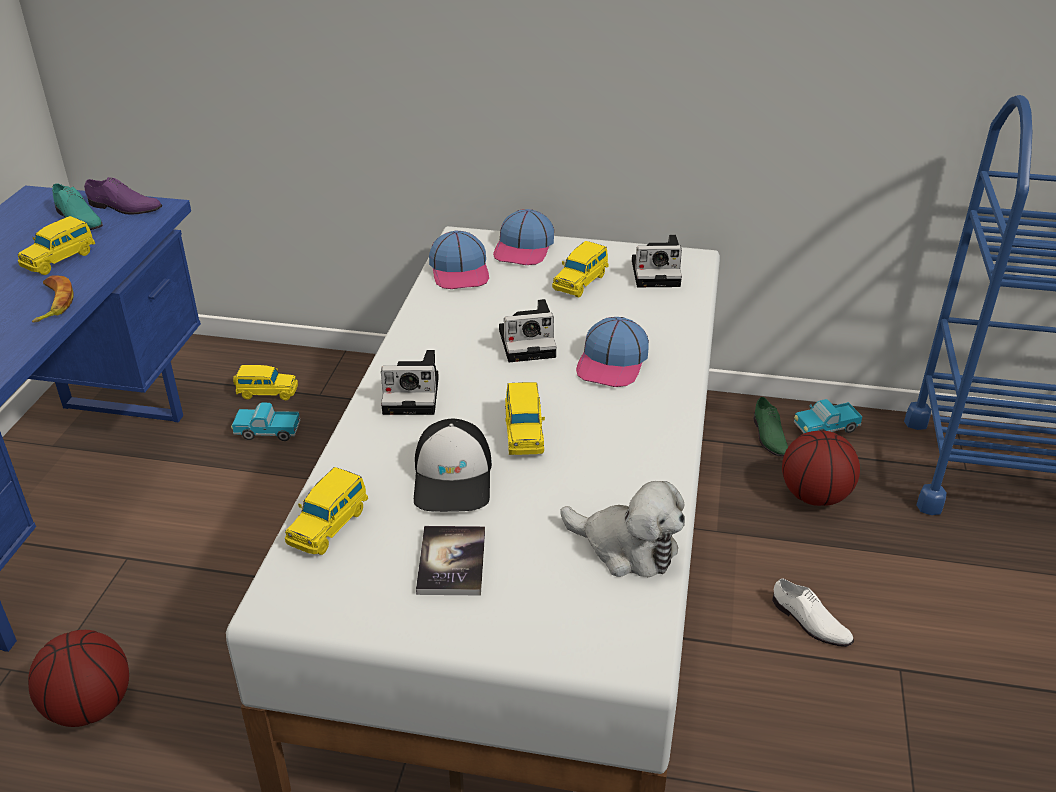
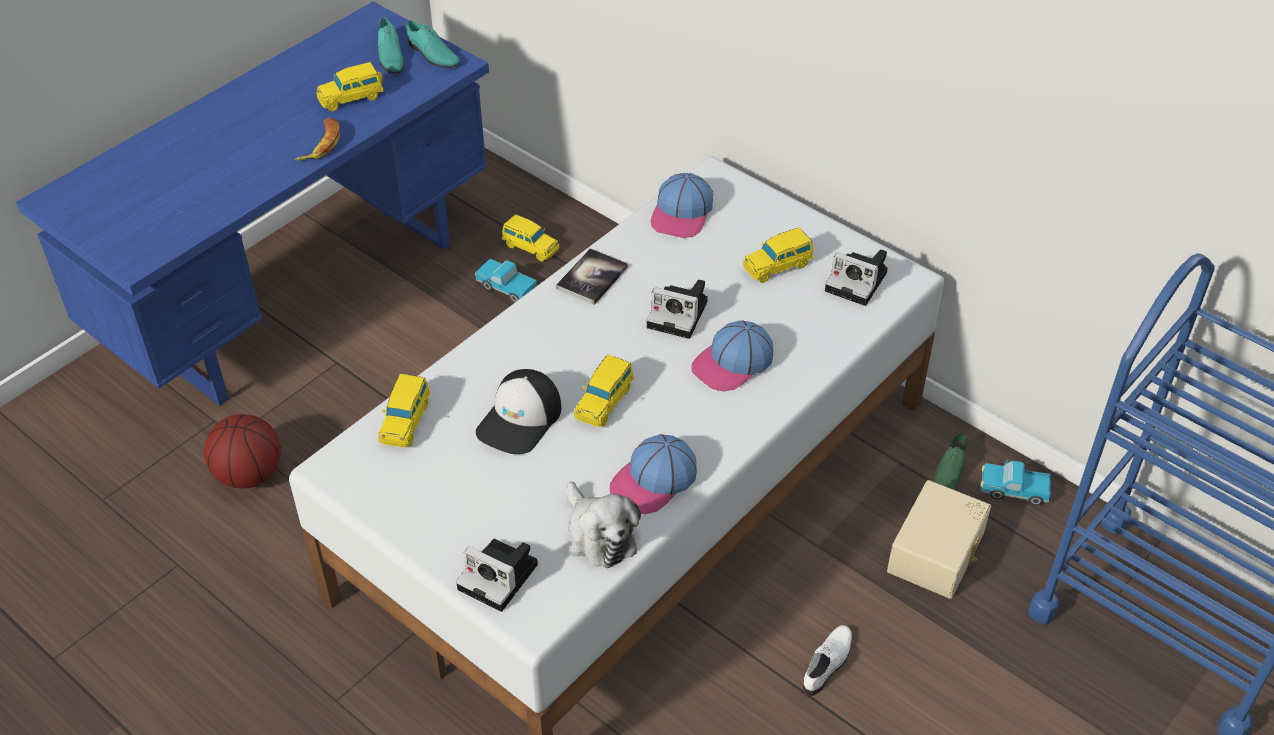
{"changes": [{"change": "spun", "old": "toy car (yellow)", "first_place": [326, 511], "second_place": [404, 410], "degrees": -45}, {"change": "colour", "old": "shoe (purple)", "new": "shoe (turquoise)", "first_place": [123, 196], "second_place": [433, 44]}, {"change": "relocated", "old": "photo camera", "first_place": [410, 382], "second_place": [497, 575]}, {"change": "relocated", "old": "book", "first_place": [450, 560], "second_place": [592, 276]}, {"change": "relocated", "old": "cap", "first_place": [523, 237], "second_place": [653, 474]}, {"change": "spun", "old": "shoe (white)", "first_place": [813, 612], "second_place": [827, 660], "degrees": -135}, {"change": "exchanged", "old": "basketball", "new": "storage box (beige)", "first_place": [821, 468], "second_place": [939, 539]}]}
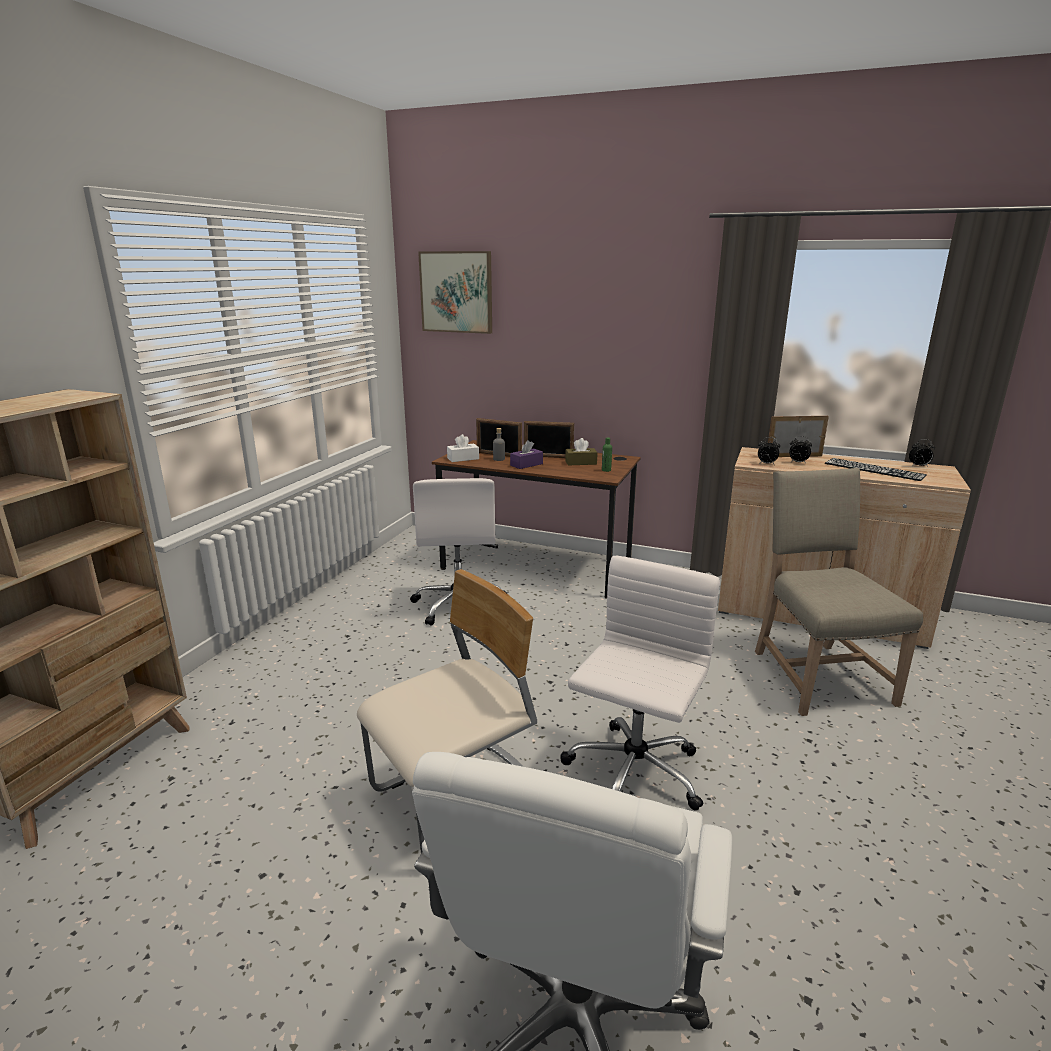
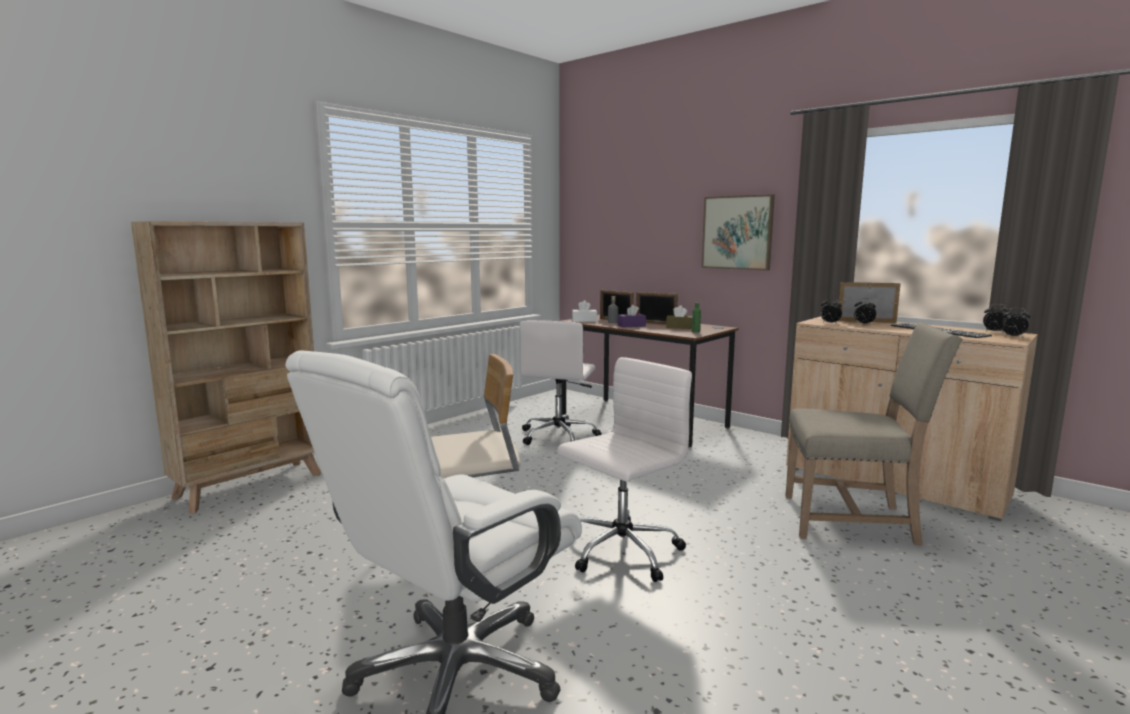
{"changes": [{"change": "relocated", "old": "picture", "first_place": [455, 292], "second_place": [738, 232]}, {"change": "spun", "old": "chair (beige)", "first_place": [839, 592], "second_place": [874, 434], "degrees": 90}, {"change": "appeared", "new": "alarm clock", "second_place": [1016, 322]}]}
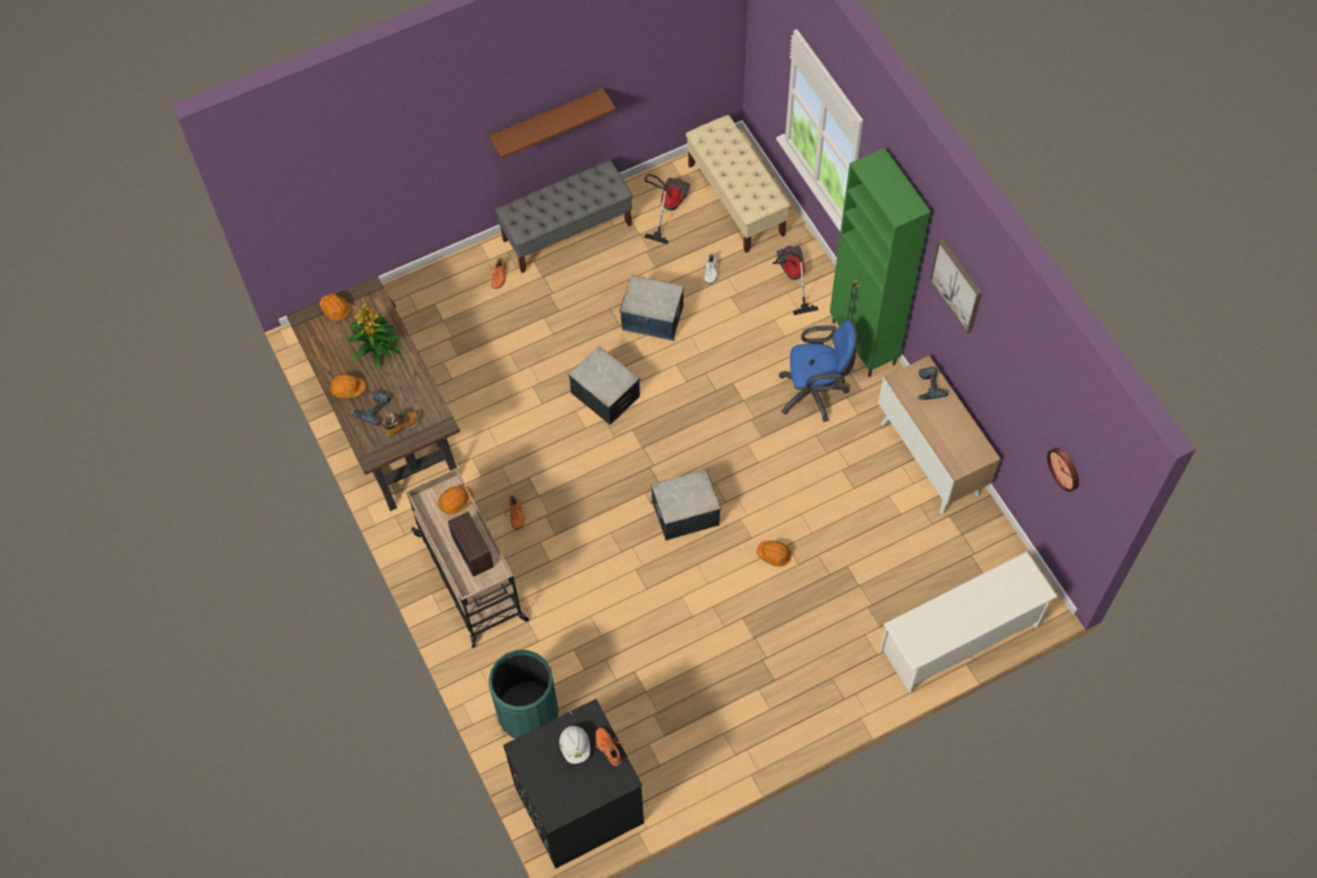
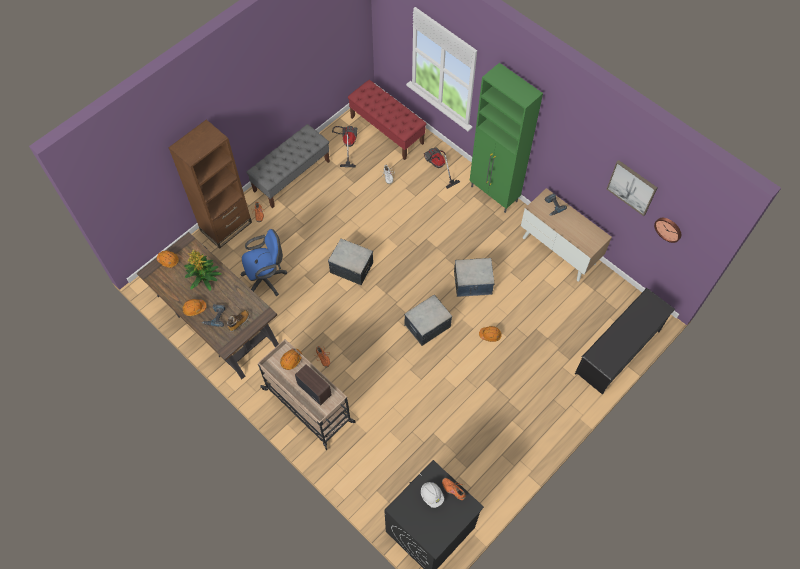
{"changes": [{"change": "appeared", "new": "bookcase (brown)", "second_place": [210, 184]}, {"change": "relocated", "old": "office chair (blue)", "first_place": [818, 371], "second_place": [263, 262]}, {"change": "colour", "old": "bench (beige)", "new": "bench (red)", "first_place": [738, 184], "second_place": [387, 120]}, {"change": "relocated", "old": "storage box", "first_place": [652, 308], "second_place": [474, 277]}, {"change": "colour", "old": "shoe rack (white)", "new": "shoe rack (black)", "first_place": [969, 622], "second_place": [625, 341]}, {"change": "relocated", "old": "picture", "first_place": [955, 286], "second_place": [632, 188]}, {"change": "missing", "old": "trash can (green)", "first_place": [523, 694]}, {"change": "missing", "old": "shelf (brown)", "first_place": [552, 123]}]}
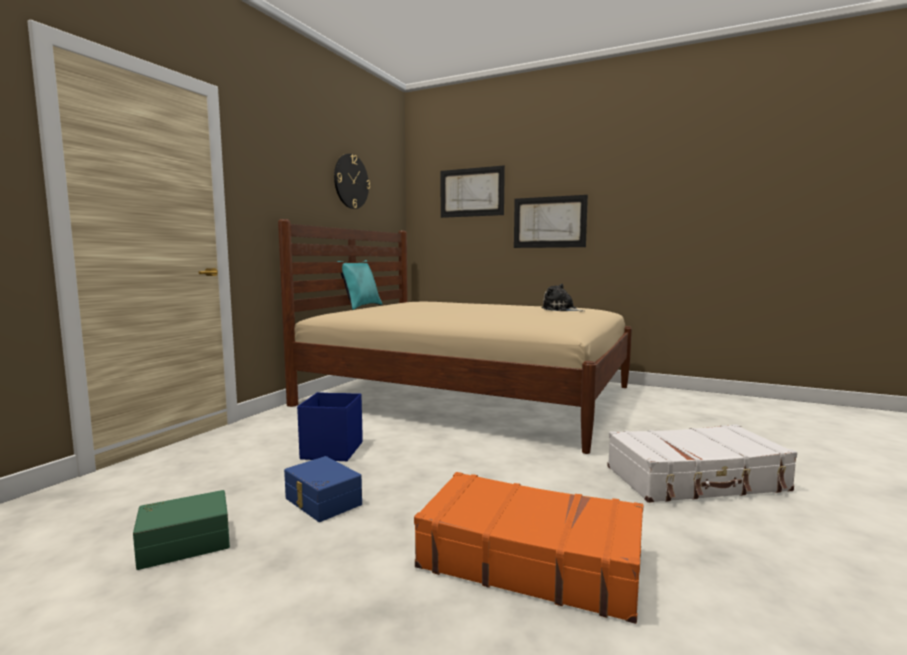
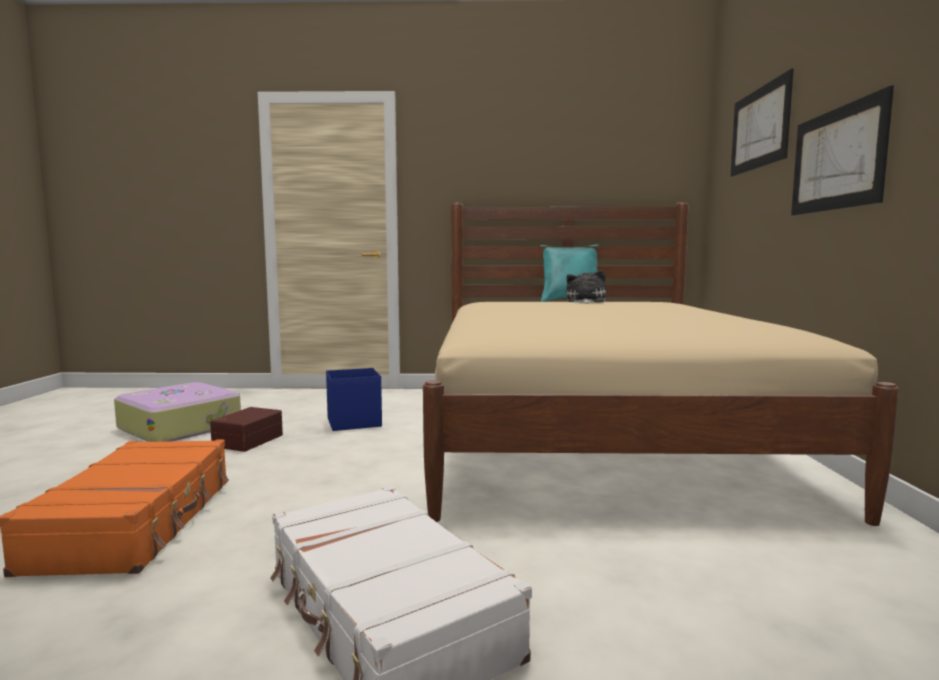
{"changes": [{"change": "exchanged", "old": "storage box (green)", "new": "suitcase", "first_place": [181, 530], "second_place": [177, 412]}, {"change": "colour", "old": "storage box (blue)", "new": "storage box (brown)", "first_place": [323, 489], "second_place": [246, 429]}, {"change": "relocated", "old": "plush toy", "first_place": [562, 297], "second_place": [586, 287]}, {"change": "missing", "old": "wall clock", "first_place": [352, 181]}]}
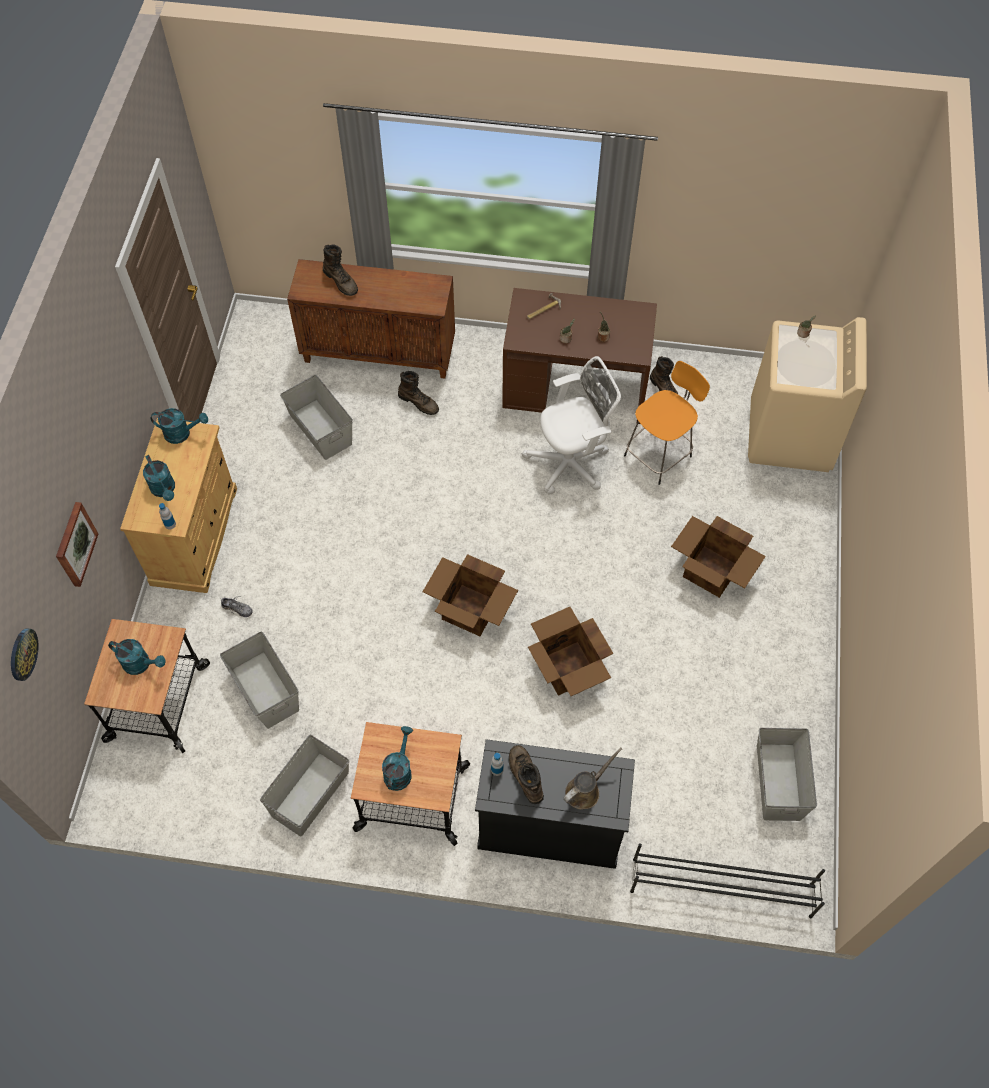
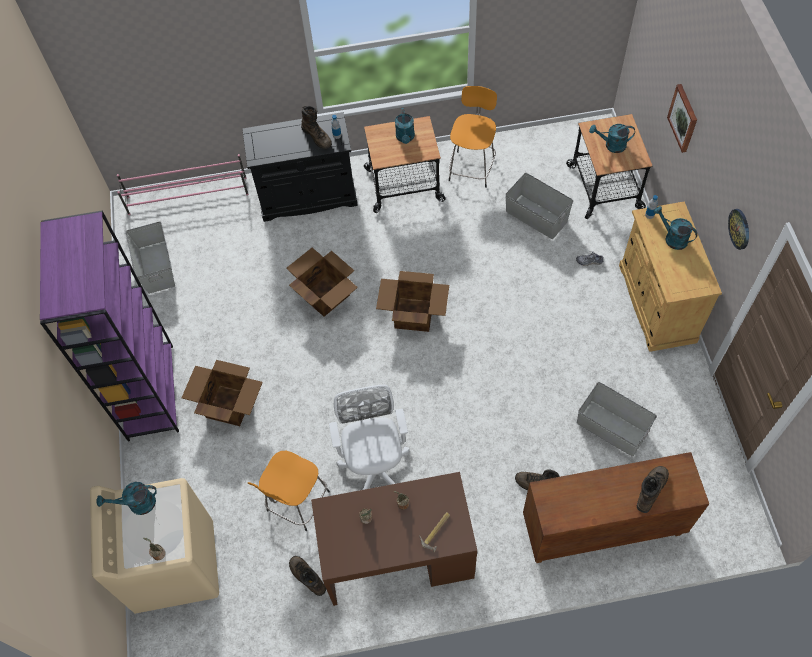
{"changes": [{"change": "appeared", "new": "bookcase (purple)", "second_place": [109, 325]}, {"change": "relocated", "old": "watering can (turquoise)", "first_place": [179, 426], "second_place": [127, 498]}, {"change": "colour", "old": "shoe rack (black)", "new": "shoe rack (pink)", "first_place": [727, 880], "second_place": [183, 184]}, {"change": "spun", "old": "office chair (white)", "first_place": [571, 425], "second_place": [369, 437], "degrees": 120}, {"change": "exchanged", "old": "storage box (grey)", "new": "stool (orange)", "first_place": [304, 786], "second_place": [473, 137]}, {"change": "spun", "old": "boot (brown)", "first_place": [340, 270], "second_place": [653, 489], "degrees": 90}, {"change": "relocated", "old": "wall clock", "first_place": [25, 654], "second_place": [738, 229]}, {"change": "missing", "old": "watering can (brown)", "first_place": [592, 778]}]}
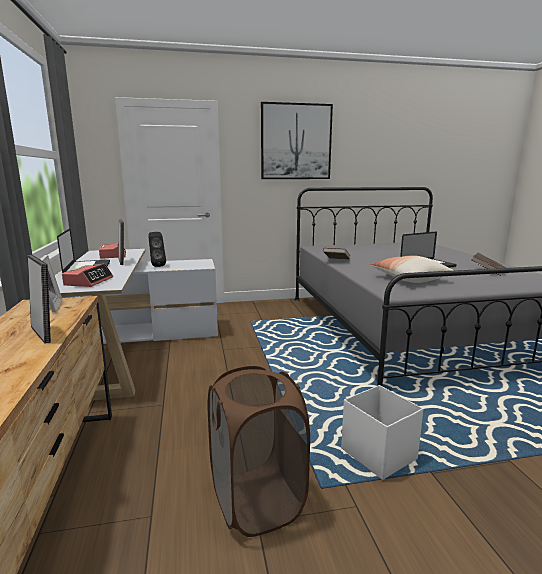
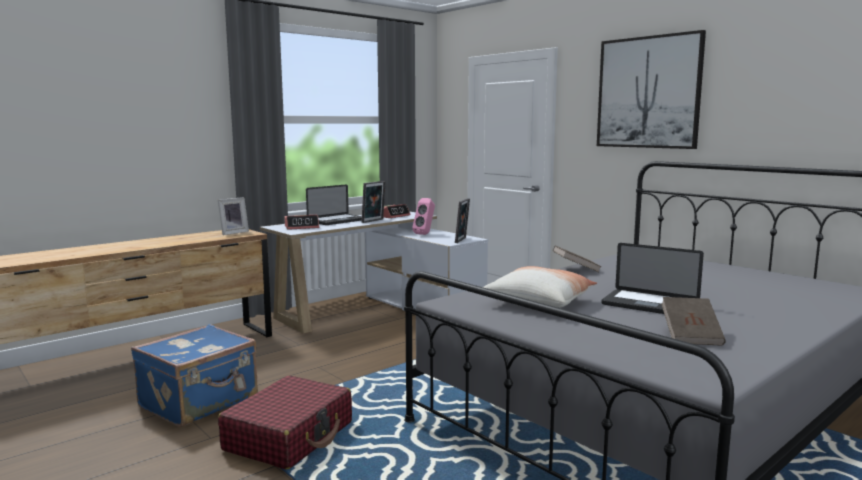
{"changes": [{"change": "exchanged", "old": "laundry basket (brown)", "new": "suitcase (blue)", "first_place": [259, 451], "second_place": [194, 375]}, {"change": "exchanged", "old": "storage box (white)", "new": "suitcase (red)", "first_place": [382, 432], "second_place": [285, 422]}, {"change": "colour", "old": "speaker (black)", "new": "speaker (pink)", "first_place": [157, 249], "second_place": [423, 216]}, {"change": "relocated", "old": "picture frame", "first_place": [39, 299], "second_place": [462, 220]}]}
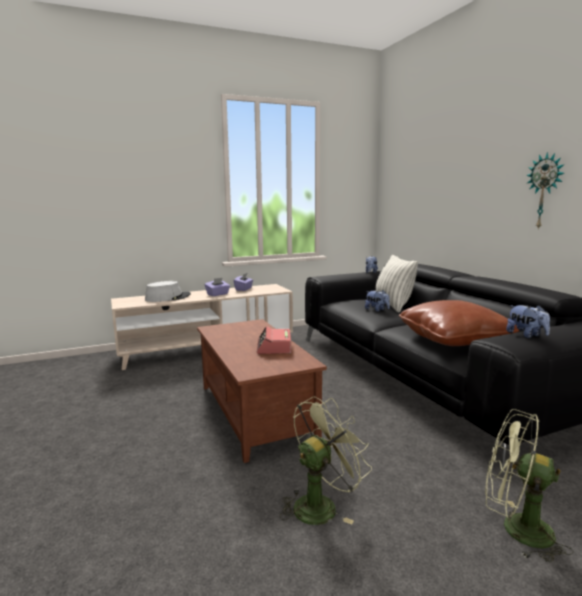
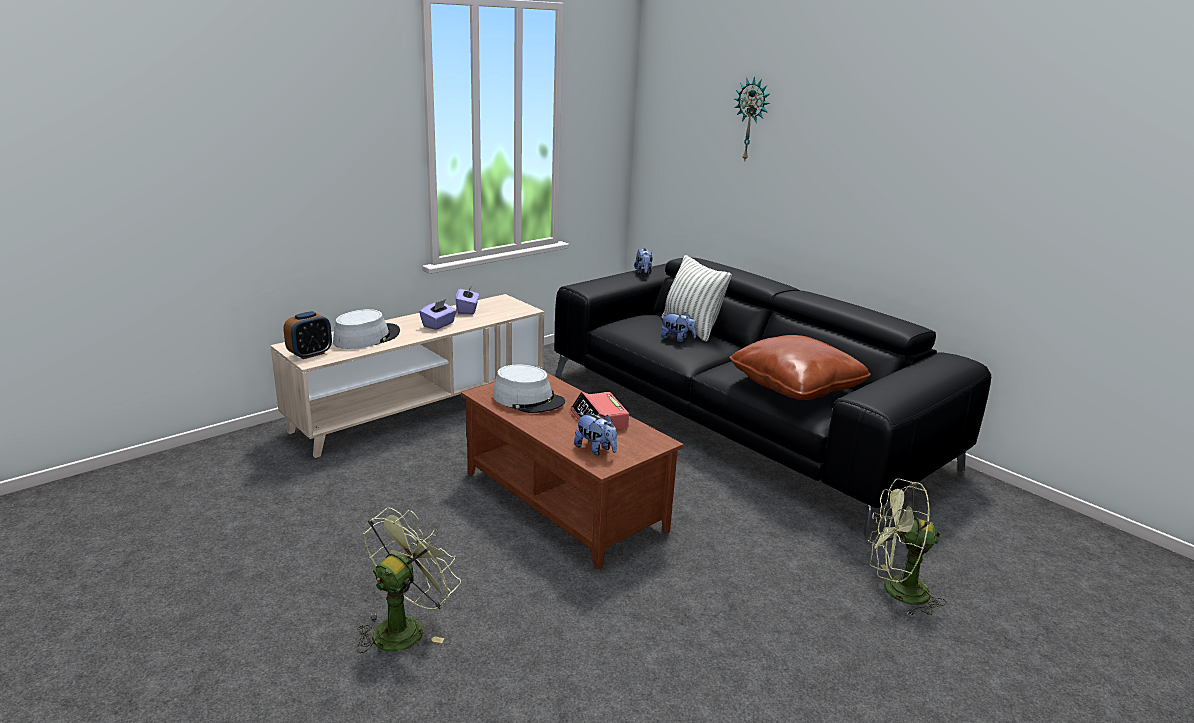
{"changes": [{"change": "appeared", "new": "alarm clock", "second_place": [308, 335]}, {"change": "relocated", "old": "fan (green)", "first_place": [326, 461], "second_place": [408, 580]}, {"change": "appeared", "new": "hat (grey)", "second_place": [529, 389]}, {"change": "relocated", "old": "plush toy", "first_place": [528, 321], "second_place": [595, 434]}, {"change": "relocated", "old": "wall clock", "first_place": [545, 190], "second_place": [752, 118]}]}
